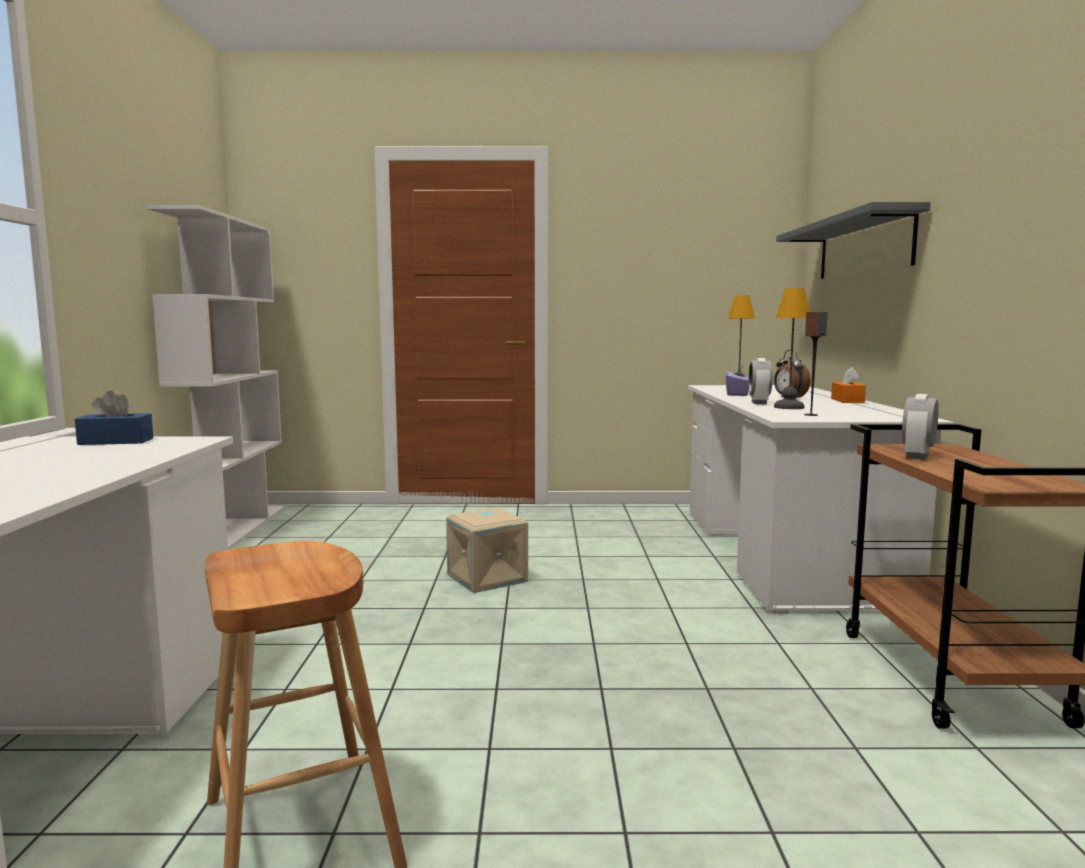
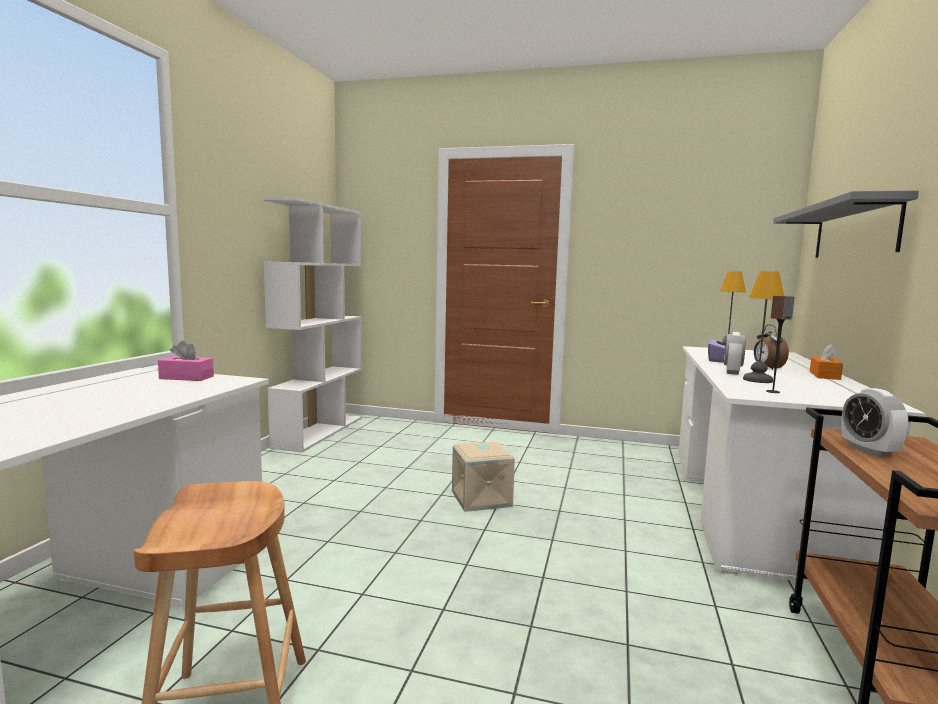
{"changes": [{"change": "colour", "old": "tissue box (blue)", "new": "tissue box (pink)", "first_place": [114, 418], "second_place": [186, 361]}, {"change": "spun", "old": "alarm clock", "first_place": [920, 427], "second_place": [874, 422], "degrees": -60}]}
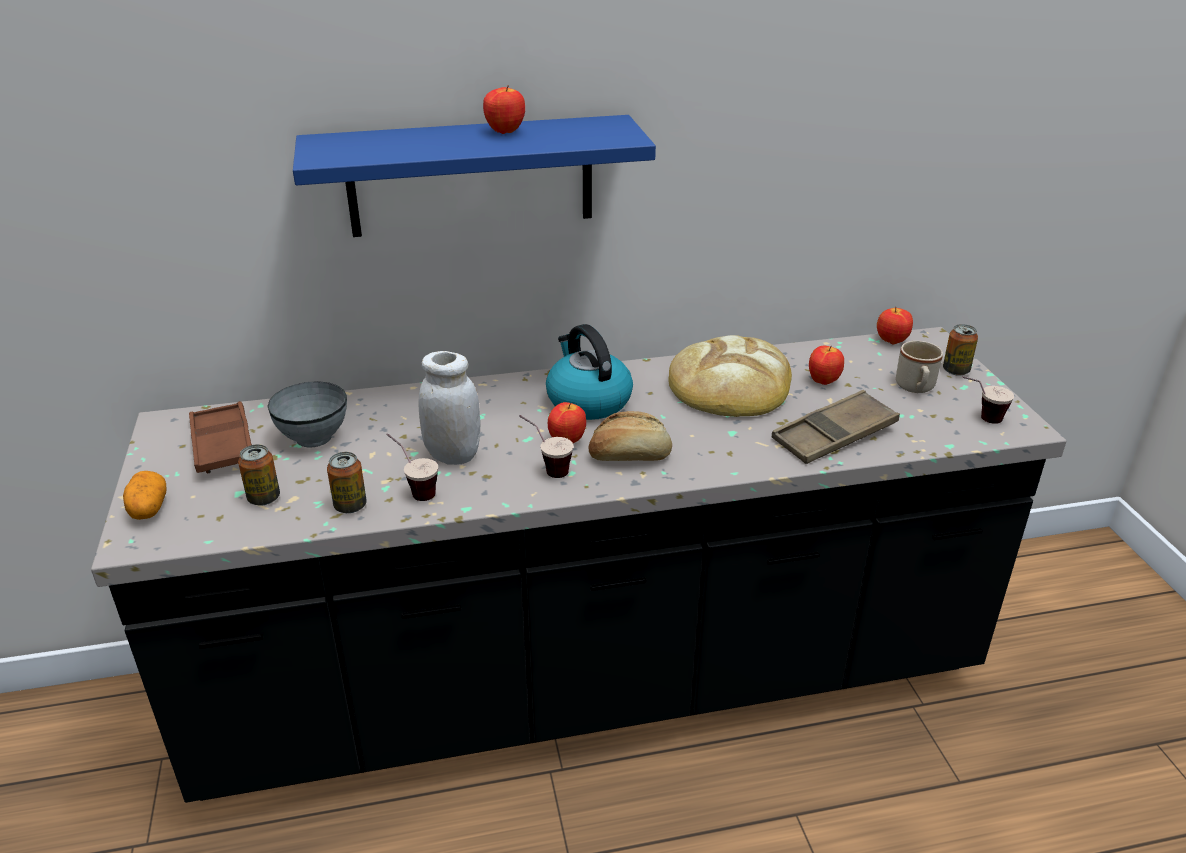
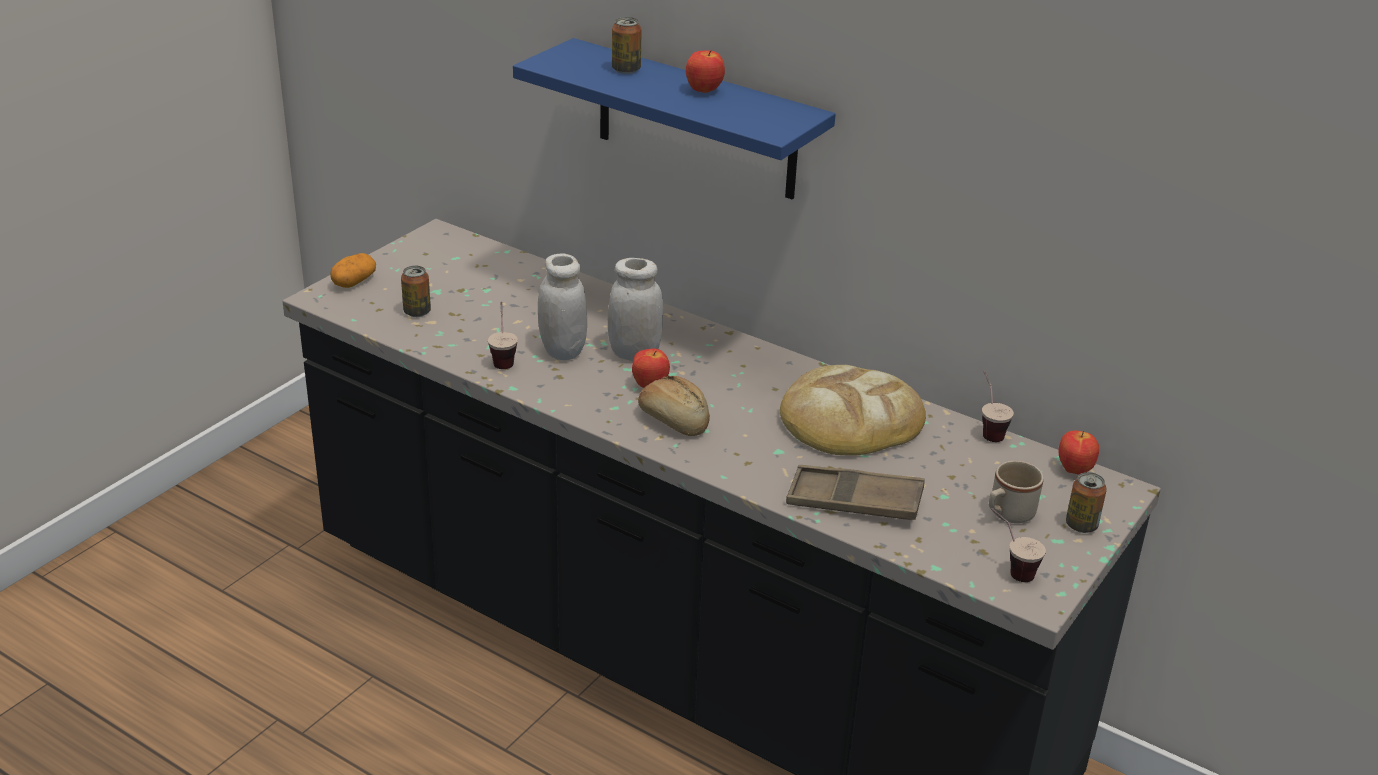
{"changes": [{"change": "appeared", "new": "jar (white)", "second_place": [635, 309]}, {"change": "relocated", "old": "can", "first_place": [347, 482], "second_place": [627, 45]}, {"change": "relocated", "old": "cup", "first_place": [546, 446], "second_place": [998, 406]}, {"change": "missing", "old": "tray (brown)", "first_place": [220, 437]}, {"change": "missing", "old": "bowl (grey)", "first_place": [307, 414]}, {"change": "missing", "old": "kettle", "first_place": [589, 372]}, {"change": "missing", "old": "apple", "first_place": [826, 365]}]}
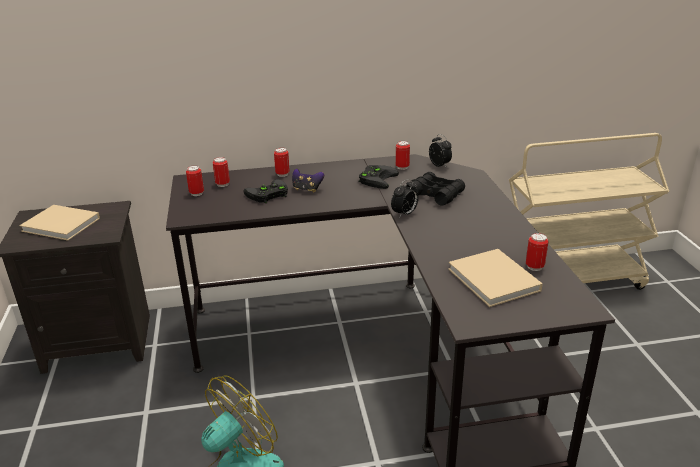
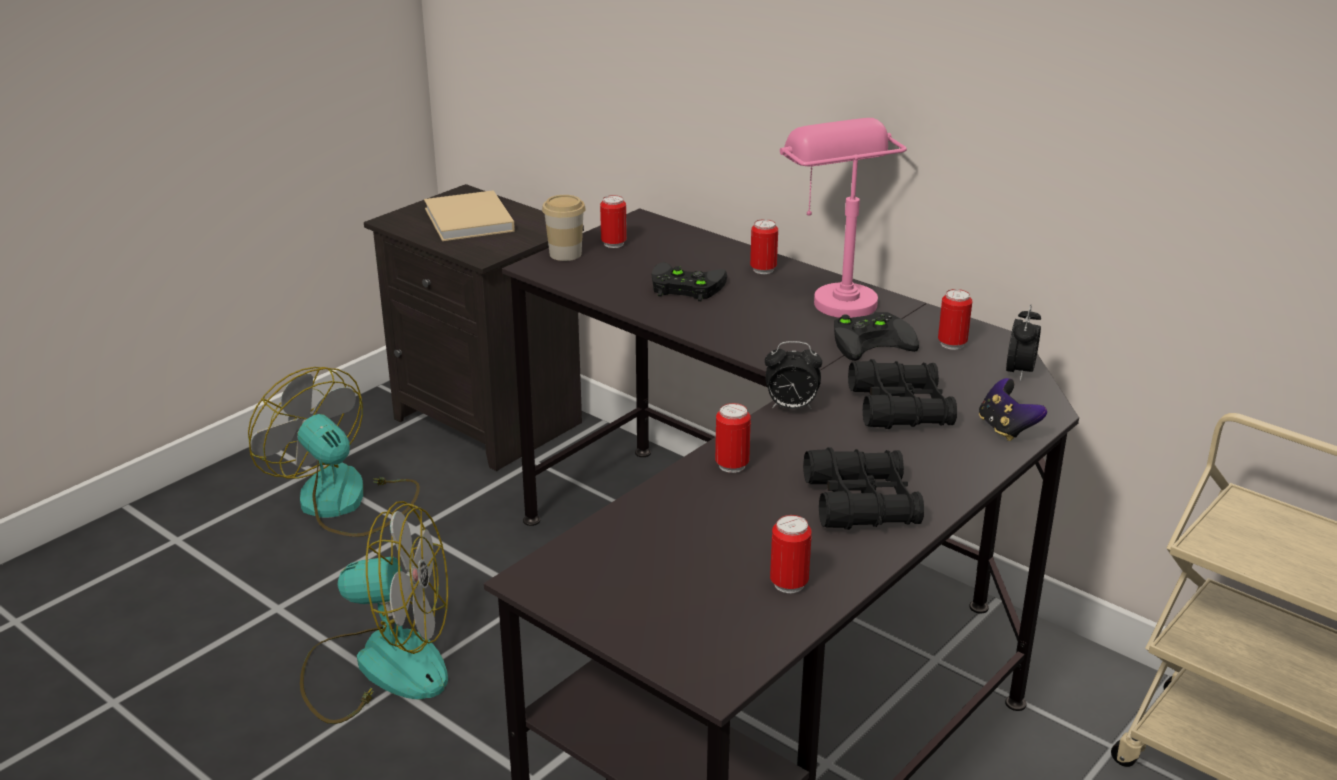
{"changes": [{"change": "appeared", "new": "fan", "second_place": [334, 452]}, {"change": "appeared", "new": "cup", "second_place": [564, 228]}, {"change": "relocated", "old": "can", "first_place": [221, 172], "second_place": [733, 438]}, {"change": "appeared", "new": "table lamp (pink)", "second_place": [843, 218]}, {"change": "appeared", "new": "binoculars (black)", "second_place": [863, 488]}, {"change": "relocated", "old": "game controller", "first_place": [308, 181], "second_place": [1013, 409]}, {"change": "missing", "old": "book (beige)", "first_place": [495, 278]}]}
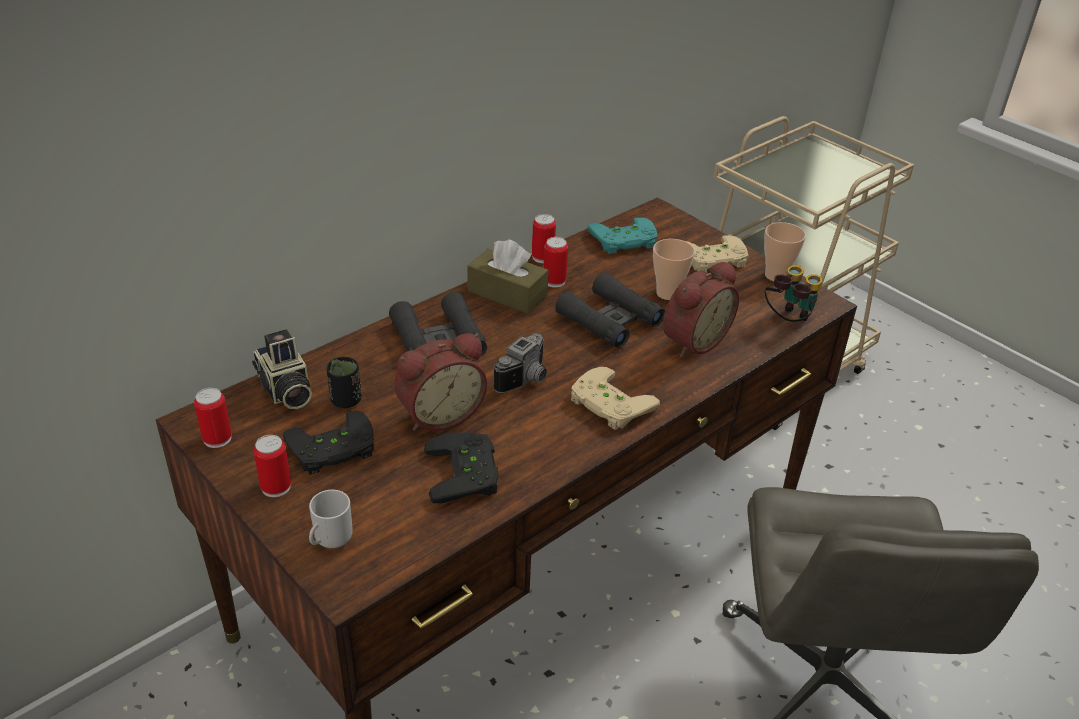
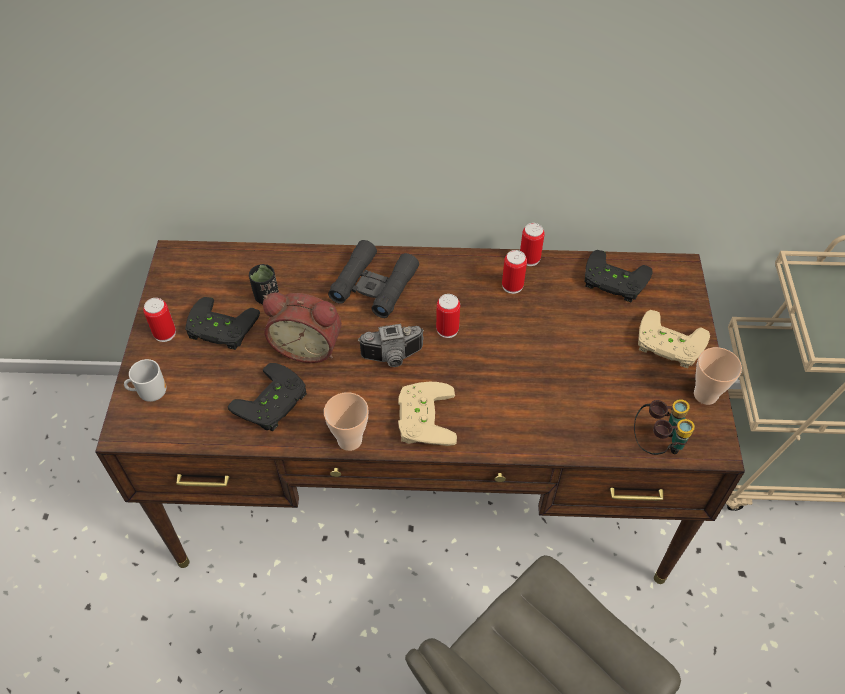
{"changes": [{"change": "relocated", "old": "cup", "first_place": [674, 269], "second_place": [346, 421]}, {"change": "relocated", "old": "can", "first_place": [213, 418], "second_place": [448, 316]}, {"change": "colour", "old": "game controller (turquoise)", "new": "game controller (black)", "first_place": [622, 236], "second_place": [618, 276]}, {"change": "missing", "old": "photo camera", "first_place": [282, 369]}, {"change": "missing", "old": "tissue box (brown)", "first_place": [508, 276]}, {"change": "missing", "old": "binoculars (black)", "first_place": [610, 310]}, {"change": "missing", "old": "alarm clock", "first_place": [701, 309]}]}
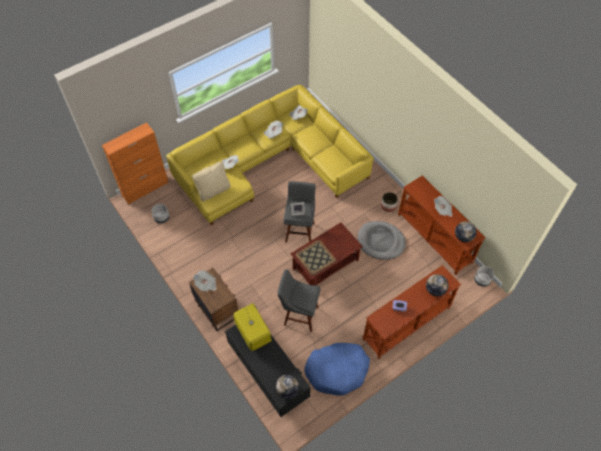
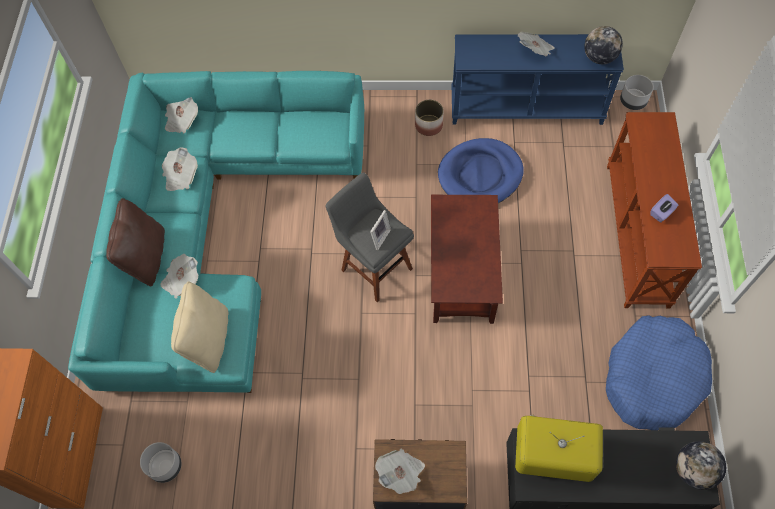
{"changes": [{"change": "colour", "old": "sofa (yellow)", "new": "sofa (turquoise)", "first_place": [270, 155], "second_place": [216, 232]}, {"change": "appeared", "new": "pillow (brown)", "second_place": [135, 242]}, {"change": "colour", "old": "dog bed (grey)", "new": "dog bed (blue)", "first_place": [382, 240], "second_place": [481, 170]}, {"change": "colour", "old": "console table (brown)", "new": "console table (blue)", "first_place": [442, 225], "second_place": [538, 79]}, {"change": "missing", "old": "stool (grey)", "first_place": [299, 300]}, {"change": "missing", "old": "tray", "first_place": [316, 257]}, {"change": "missing", "old": "globe", "first_place": [437, 285]}]}
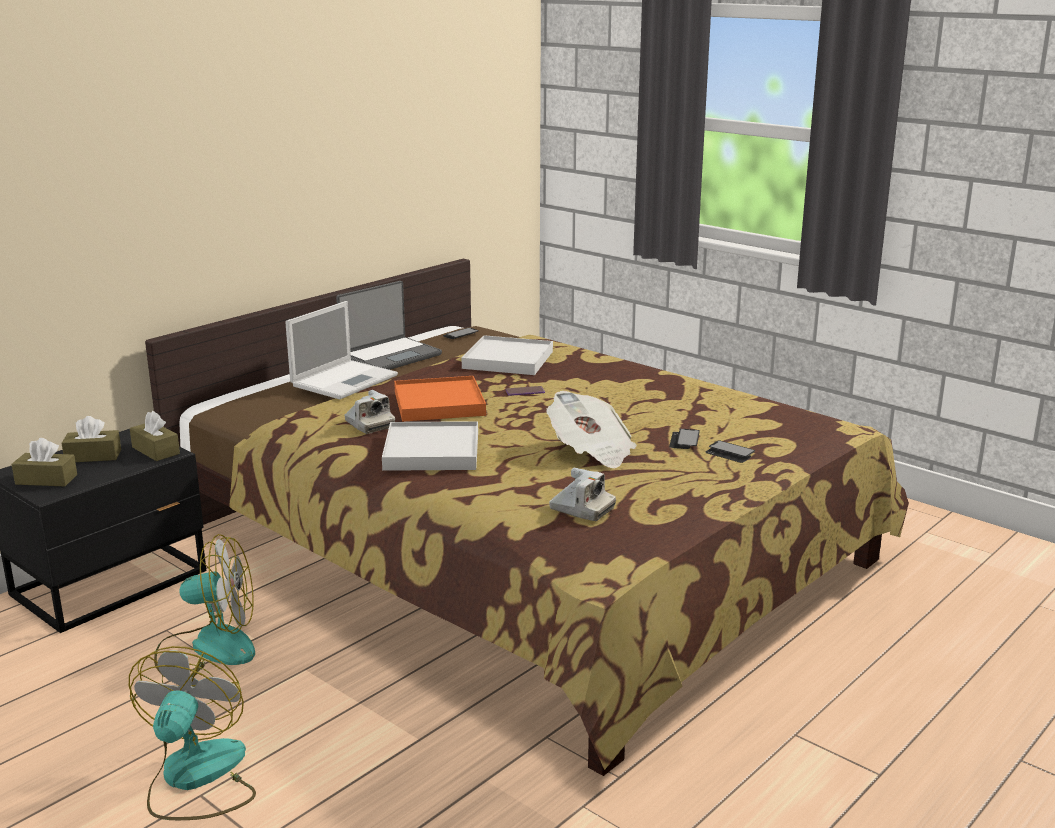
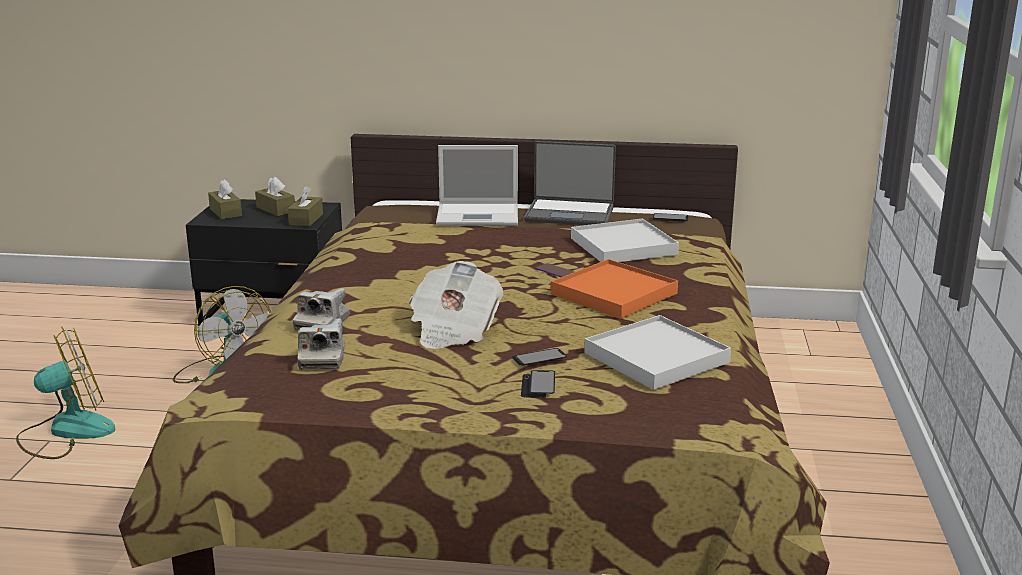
{"changes": [{"change": "relocated", "old": "photo camera", "first_place": [369, 412], "second_place": [321, 309]}, {"change": "relocated", "old": "tray (orange)", "first_place": [440, 399], "second_place": [614, 289]}, {"change": "relocated", "old": "tray (white)", "first_place": [430, 446], "second_place": [657, 352]}]}
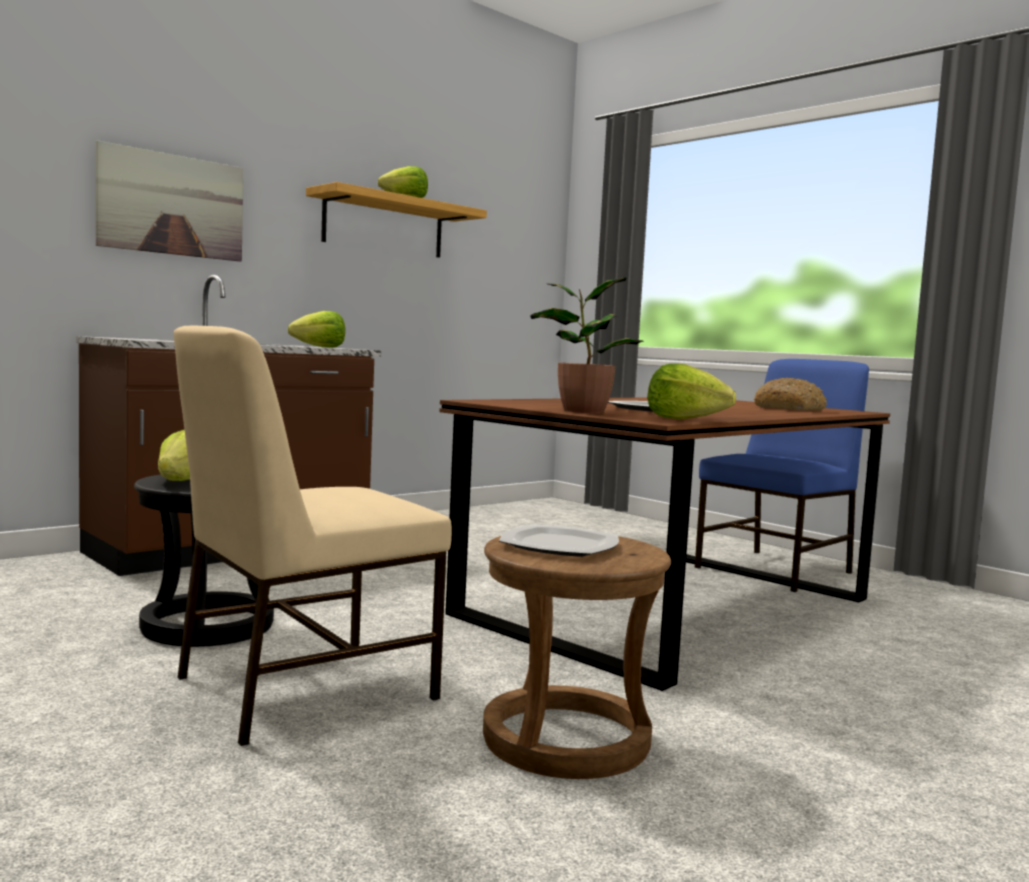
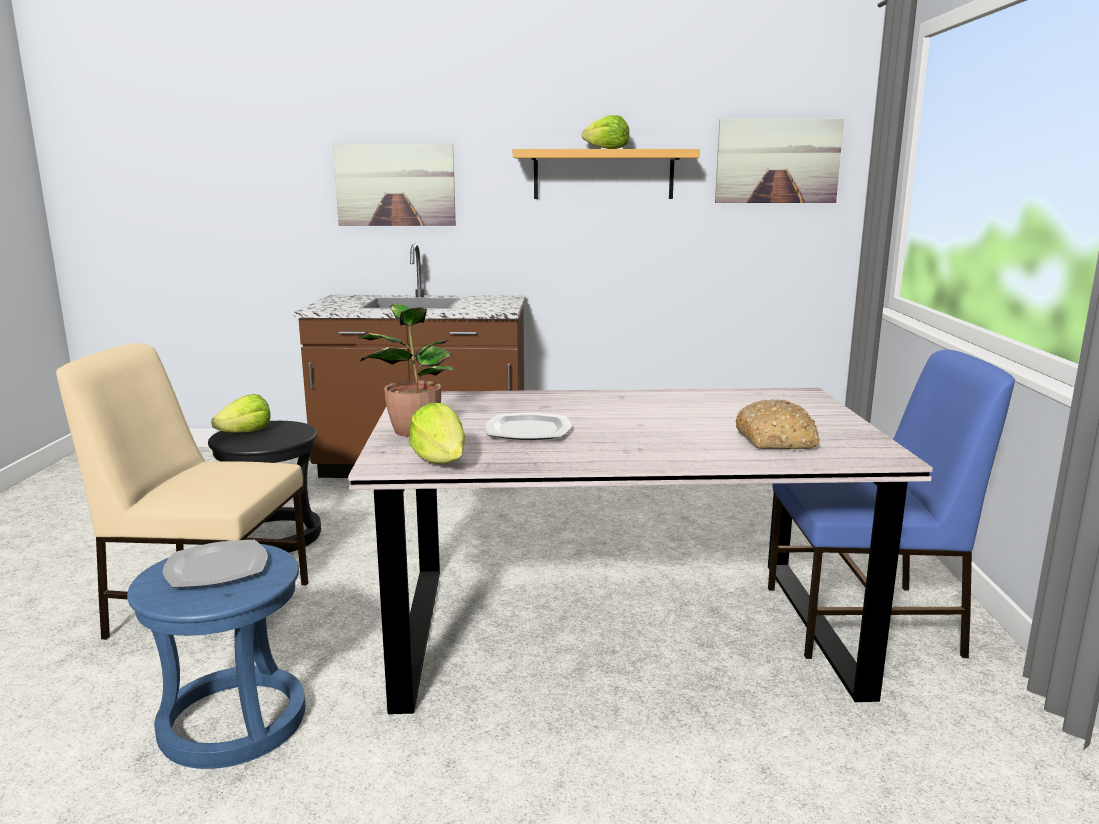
{"changes": [{"change": "colour", "old": "stool (brown)", "new": "stool (blue)", "first_place": [577, 657], "second_place": [216, 656]}, {"change": "colour", "old": "dining table (brown)", "new": "dining table (grey)", "first_place": [664, 544], "second_place": [640, 551]}, {"change": "appeared", "new": "picture", "second_place": [779, 161]}, {"change": "missing", "old": "lettuce", "first_place": [316, 329]}]}
